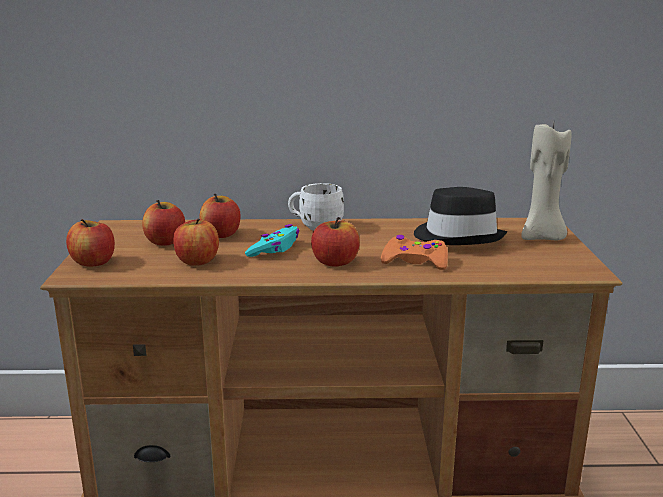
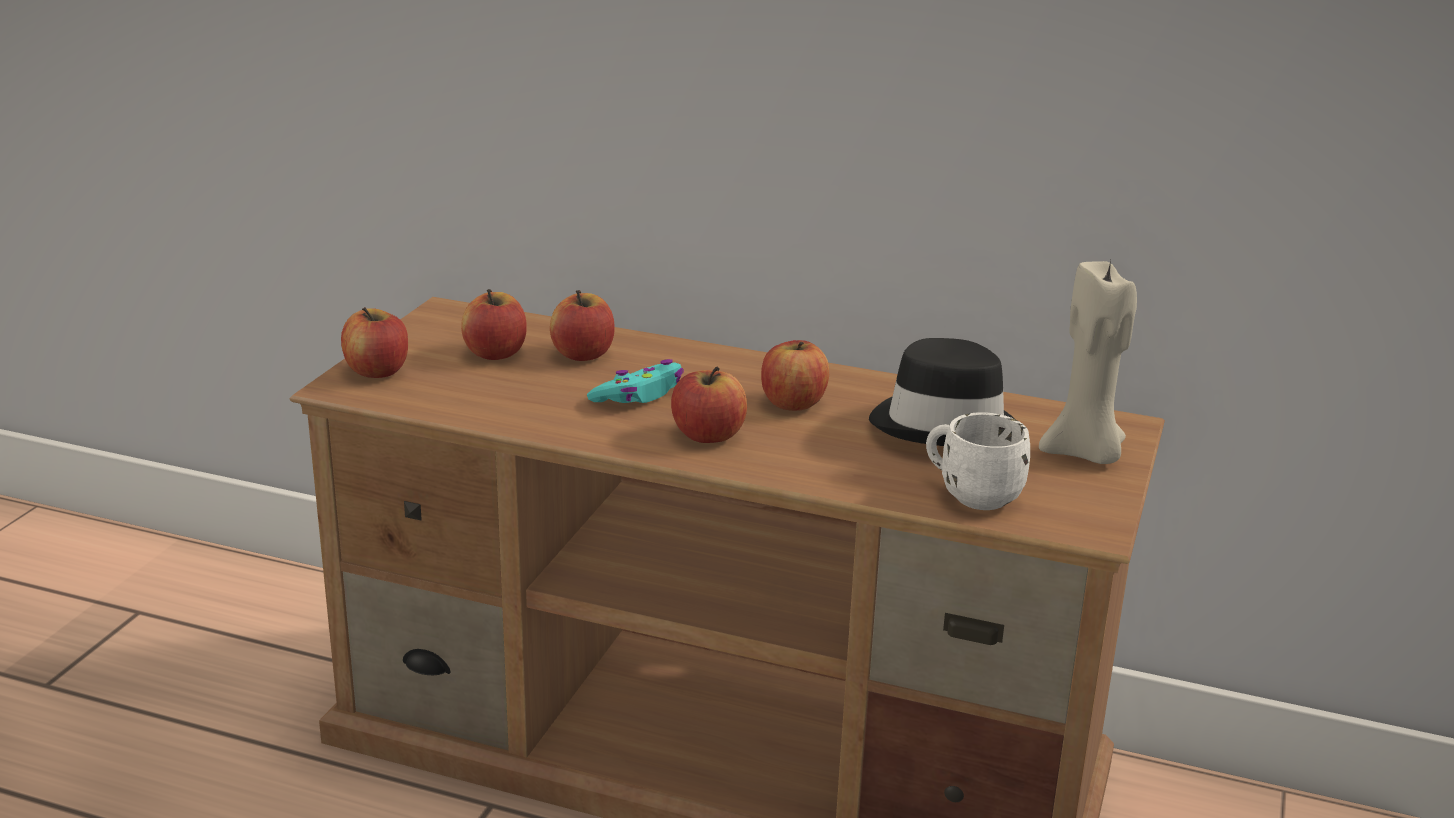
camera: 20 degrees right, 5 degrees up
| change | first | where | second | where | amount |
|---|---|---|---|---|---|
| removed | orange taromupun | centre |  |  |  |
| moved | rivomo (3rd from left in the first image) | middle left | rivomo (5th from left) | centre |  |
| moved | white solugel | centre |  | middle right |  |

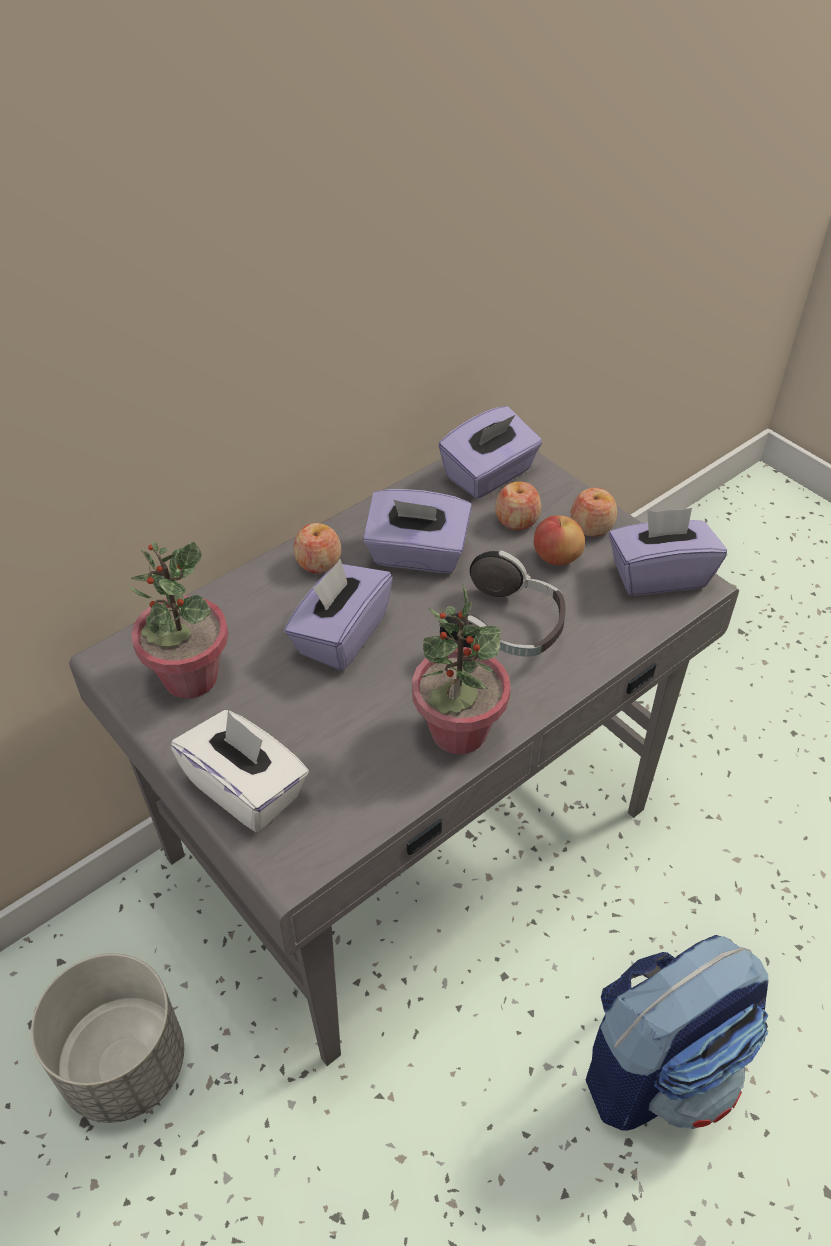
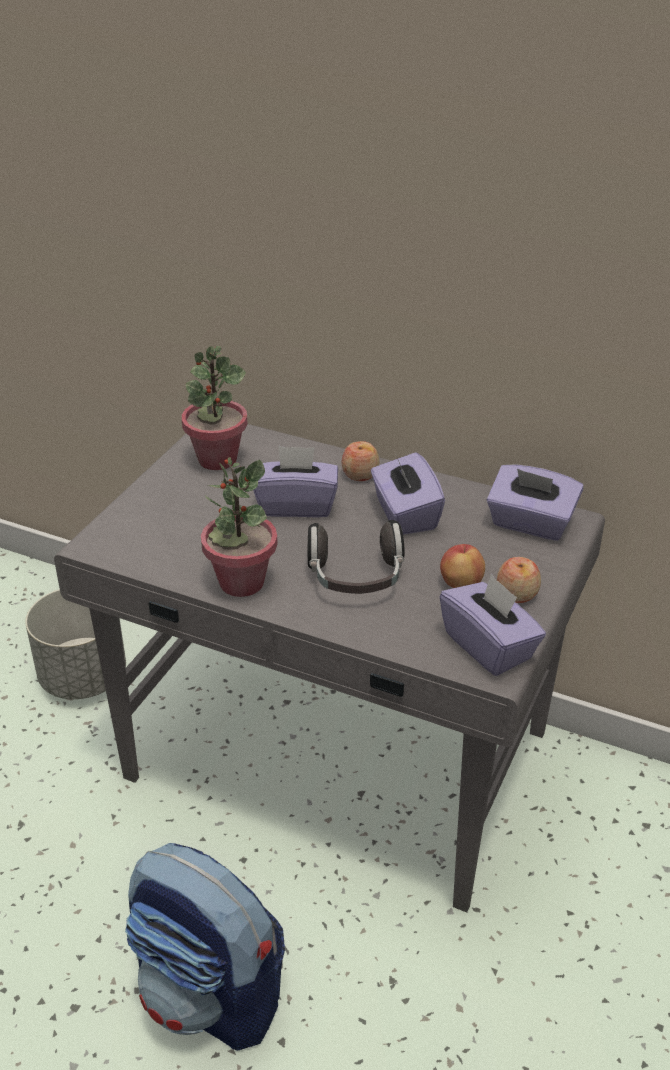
camera: 65 degrees right, 10 degrees down
| change | first | where | second | where | amount |
|---|---|---|---|---|---|
| removed | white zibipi | middle left |  |  |  |
| removed | rivomo (2nd from left) | centre |  |  |  |

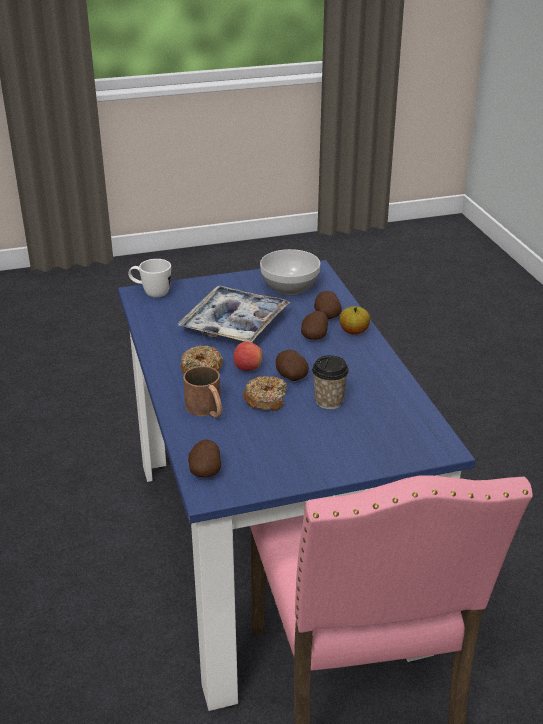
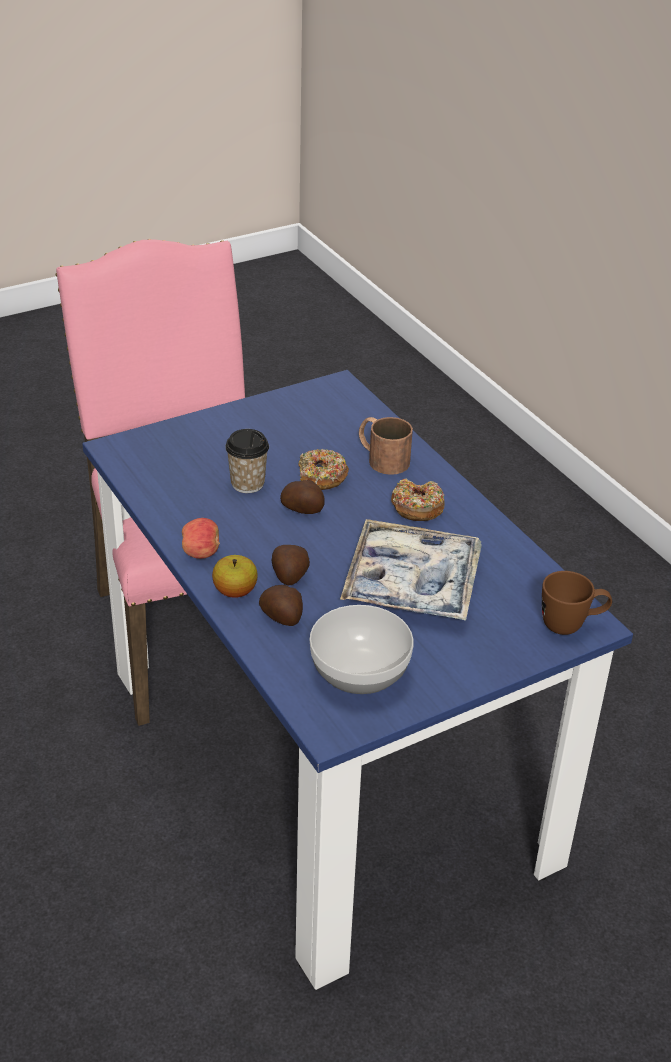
camera: 165 degrees right, 5 degrees up
| change | first | where | second | where | amount |
|---|---|---|---|---|---|
| removed | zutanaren (1st from left) | centre |  |  |  |
| moved | rivomo (1st from left) | centre |  | middle left |  |
| recoloured | white solugel | middle left | brown solugel (2nd from left) | middle right |  |

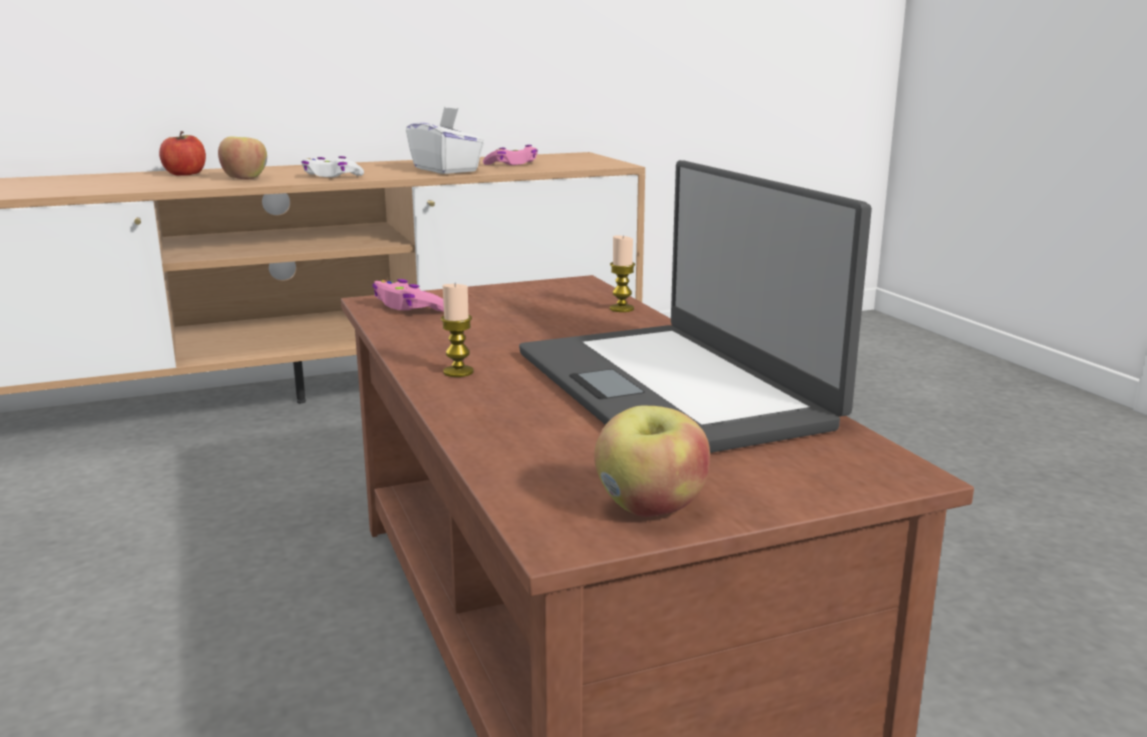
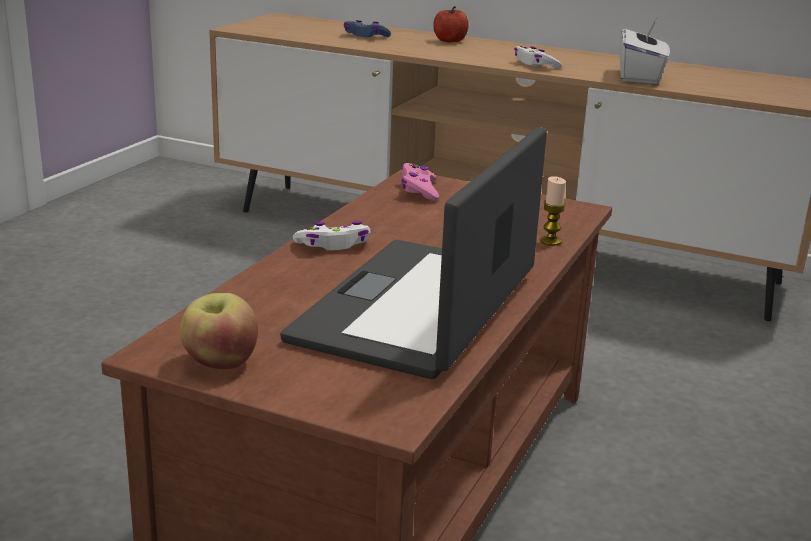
camera: 45 degrees right, 5 degrees up
| change | first | where | second | where | amount |
|---|---|---|---|---|---|
| removed | rivomo (2nd from left) | top left |  |  |  |
| removed | pink taromupun (2nd from left) | top centre |  |  |  |
| added |  |  | blue taromupun | top centre |  |
| replaced | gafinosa (1st from left) | centre | white taromupun (1st from left) | centre |  |

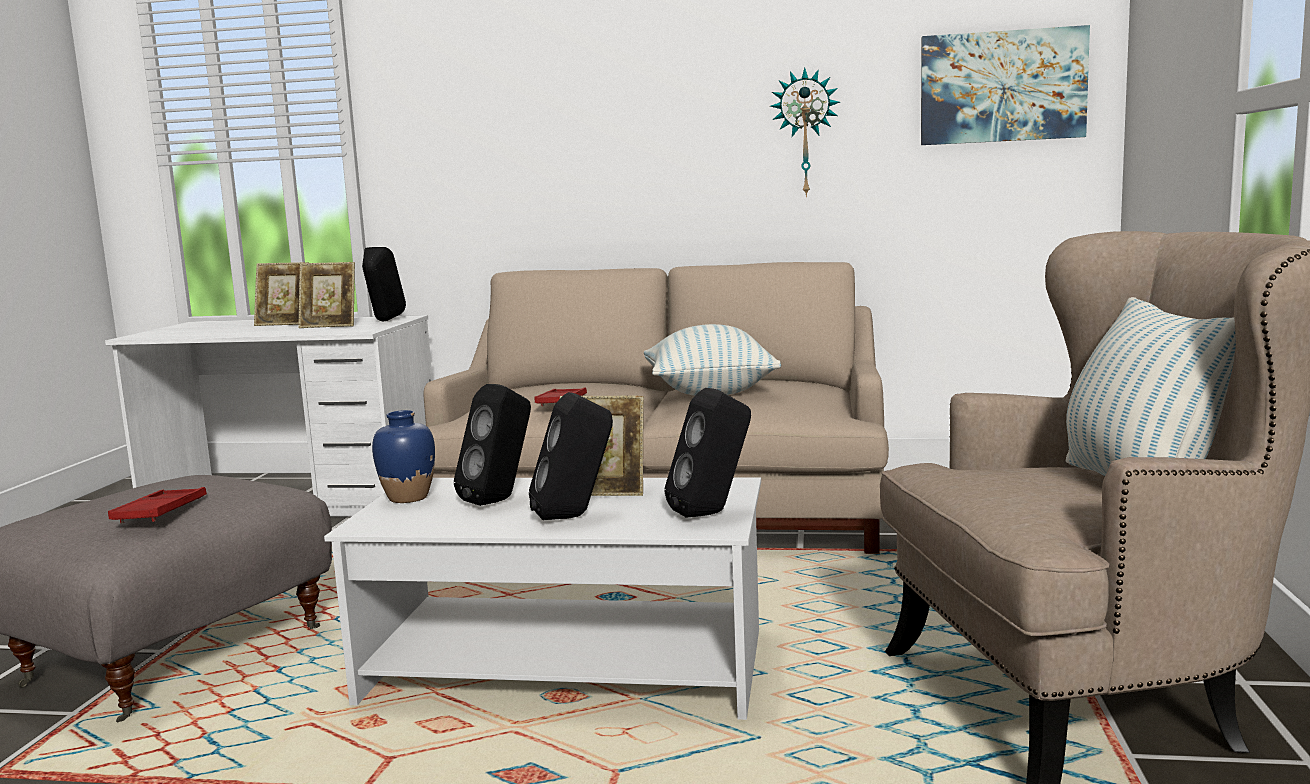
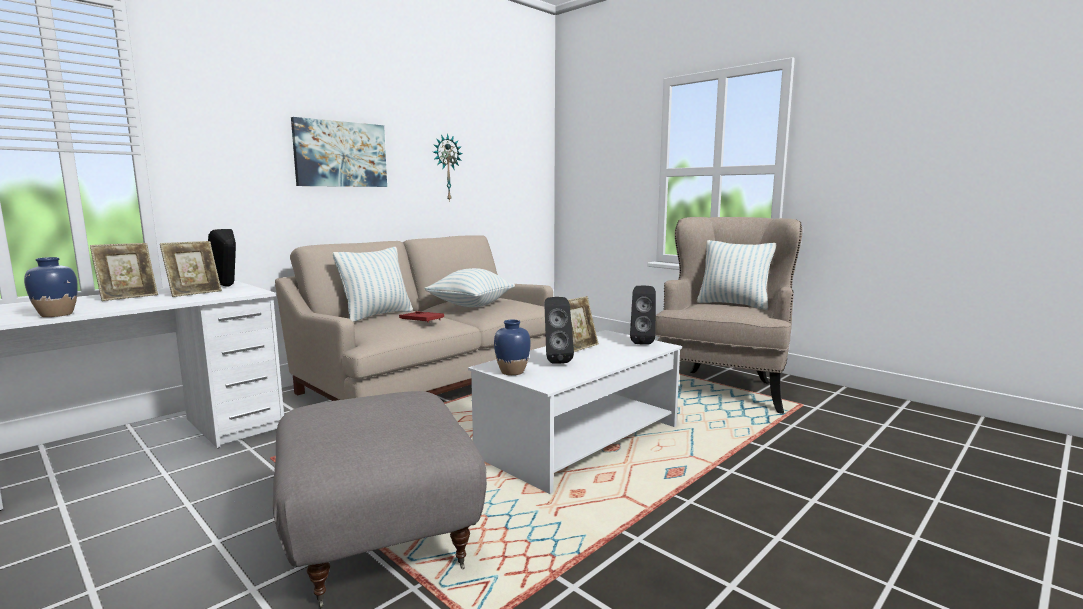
camera: 55 degrees left, 0 degrees up
| change | first | where | second | where | amount |
|---|---|---|---|---|---|
| removed | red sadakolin (1st from left) | middle left |  |  |  |
| removed | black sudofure (3rd from left) | centre |  |  |  |
| added |  |  | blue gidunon (1st from left) | middle left |  |
| added |  |  | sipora (1st from left) | centre |  |
| moved | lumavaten | top right |  | top left |  |

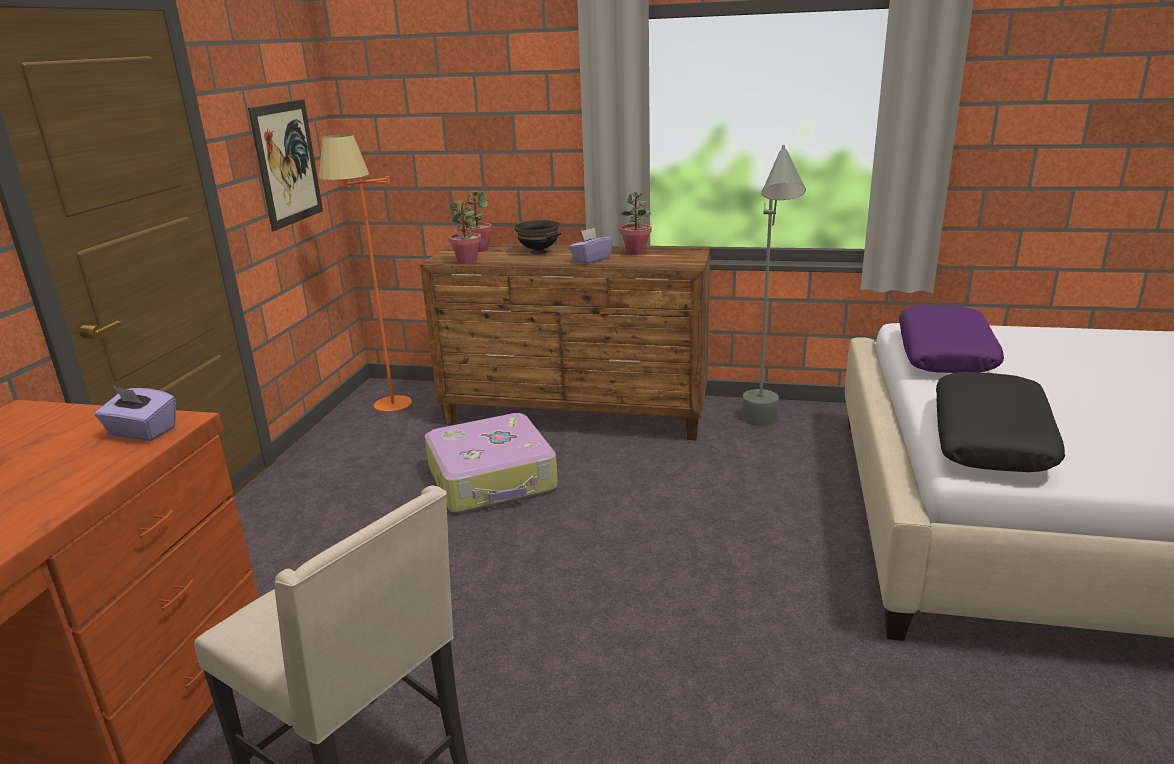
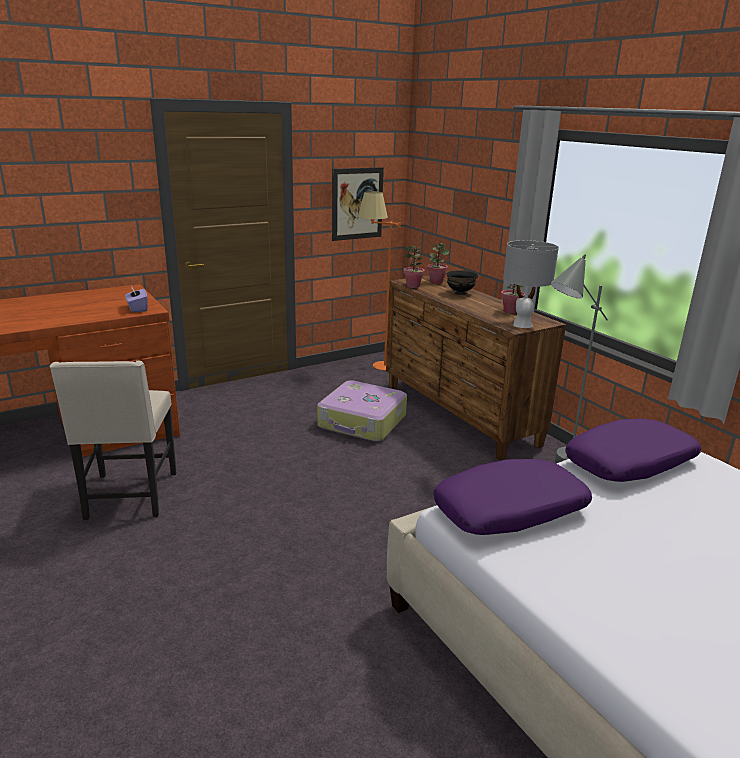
camera: 45 degrees right, 0 degrees up
| change | first | where | second | where | amount |
|---|---|---|---|---|---|
| removed | purple zibipi (2nd from left) | top centre |  |  |  |
| added |  |  | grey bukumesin | middle right |  |
| recoloured | black sipora | middle right | purple sipora (1st from left) | middle right |  |

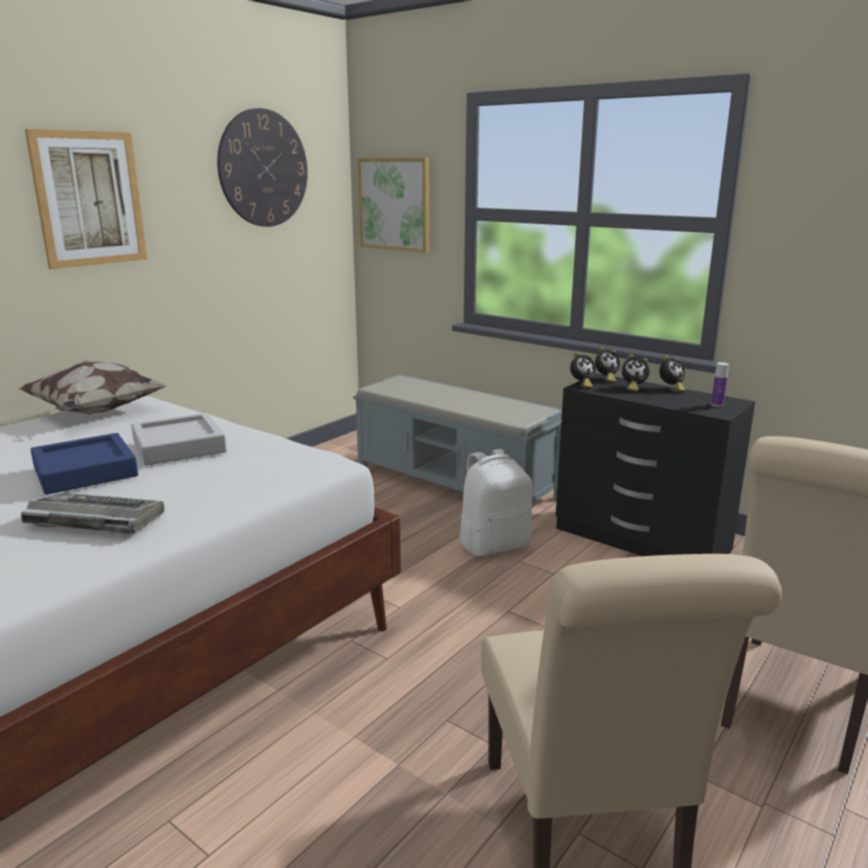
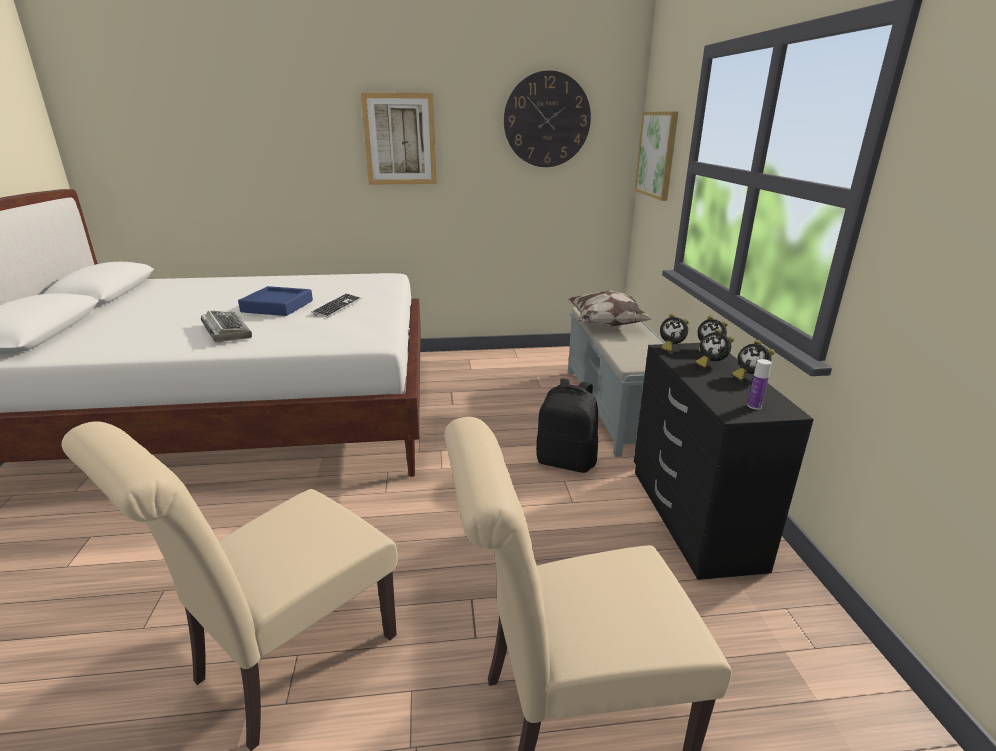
camera: 45 degrees right, 5 degrees up
| change | first | where | second | where | amount |
|---|---|---|---|---|---|
| moved | sipora | middle left |  | centre |  |
| replaced | grey sadakolin | middle left | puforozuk (2nd from left) | centre |  |
| recoloured | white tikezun | centre | black tikezun | centre |  |
| turned | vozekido (4th from left) | middle right |  | middle right | 45 degrees clockwise |

